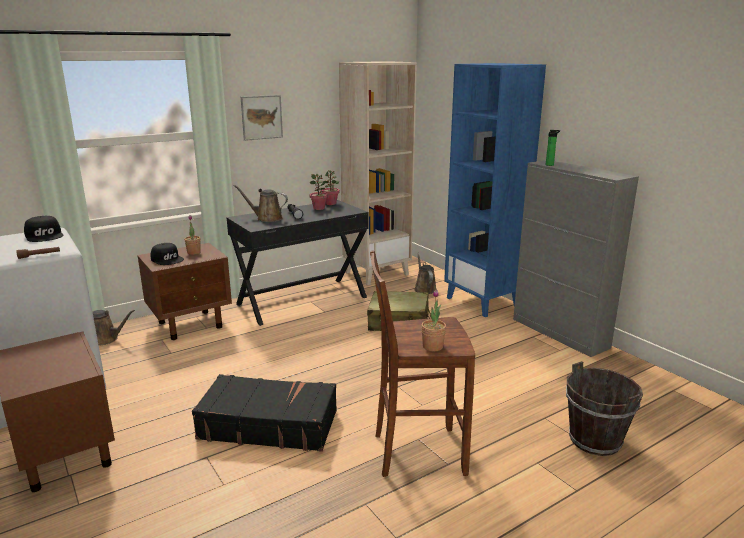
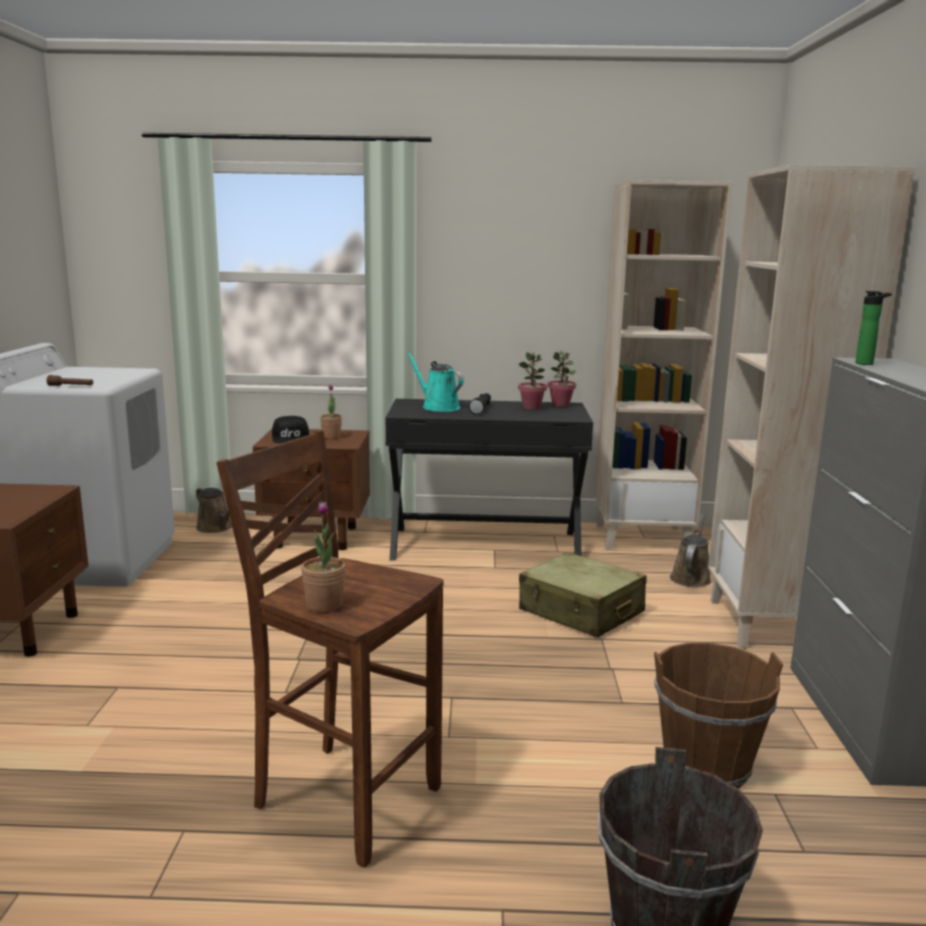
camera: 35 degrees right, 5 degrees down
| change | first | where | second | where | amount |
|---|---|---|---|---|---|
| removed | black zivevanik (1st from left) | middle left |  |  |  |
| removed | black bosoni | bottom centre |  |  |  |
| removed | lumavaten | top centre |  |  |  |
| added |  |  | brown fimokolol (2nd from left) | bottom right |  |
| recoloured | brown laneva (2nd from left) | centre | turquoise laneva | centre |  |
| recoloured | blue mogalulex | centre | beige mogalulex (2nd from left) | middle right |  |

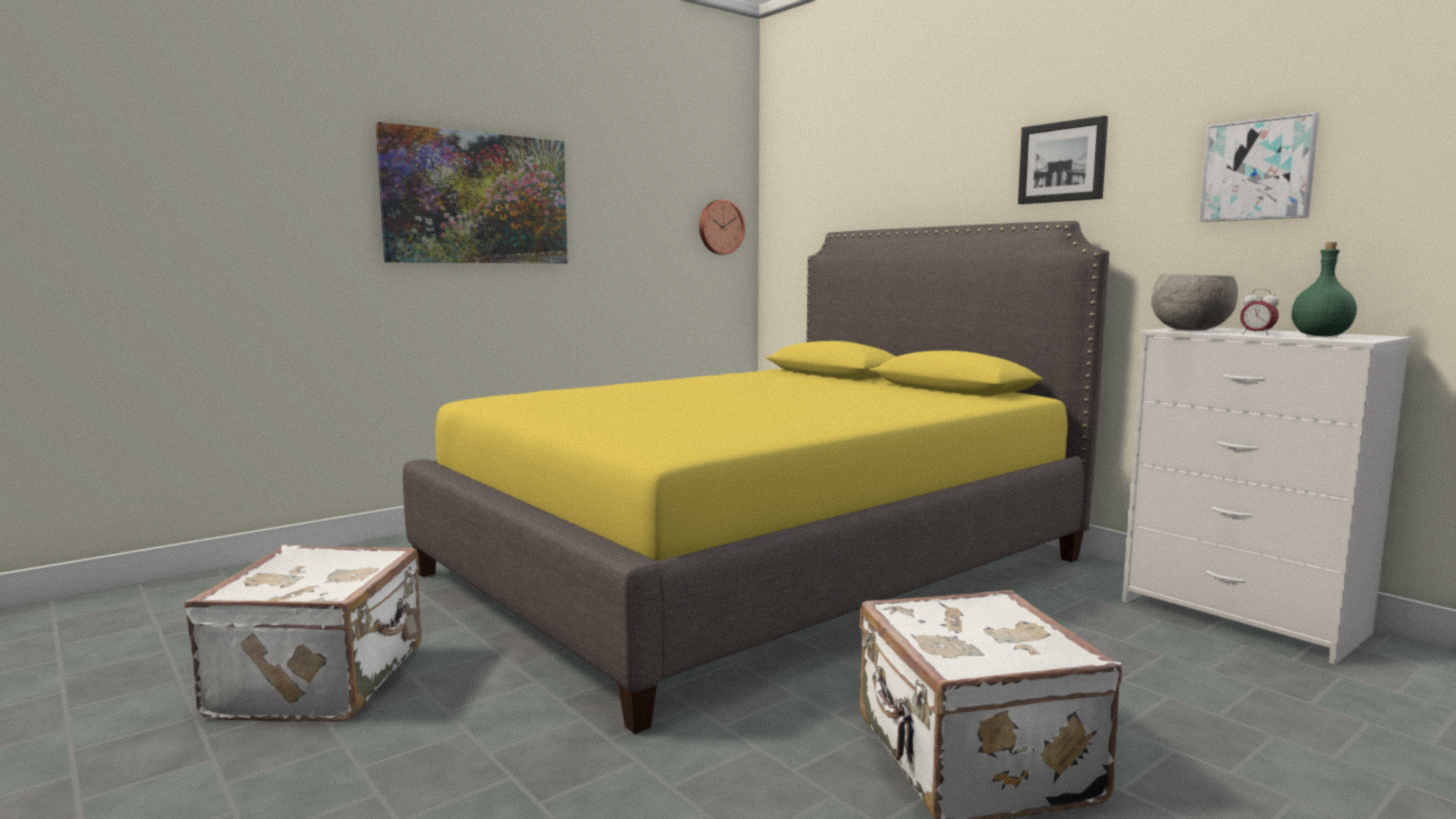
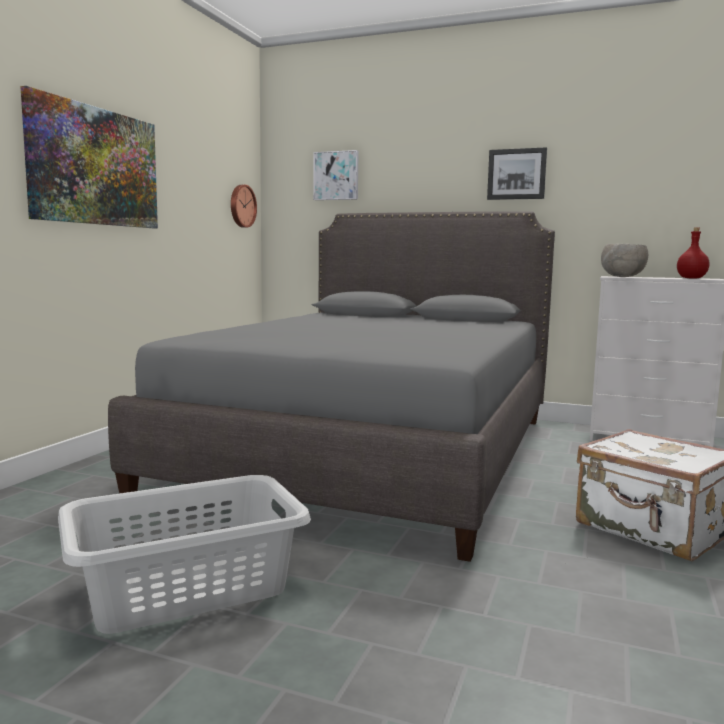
camera: 30 degrees left, 0 degrees up
| change | first | where | second | where | amount |
|---|---|---|---|---|---|
| removed | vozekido | middle right |  |  |  |
| moved | lumavaten (3rd from left in the first image) | top right | lumavaten (2nd from left) | top centre |  |
| replaced | white bosoni (1st from left) | bottom left | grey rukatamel | bottom left |  |
| recoloured | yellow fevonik | centre | grey fevonik | centre |  |
| recoloured | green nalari | middle right | red nalari | middle right |  |

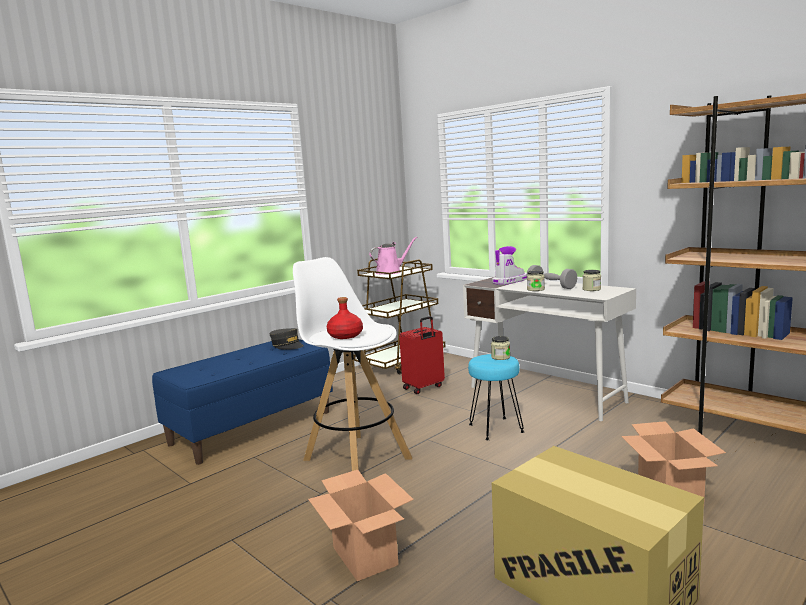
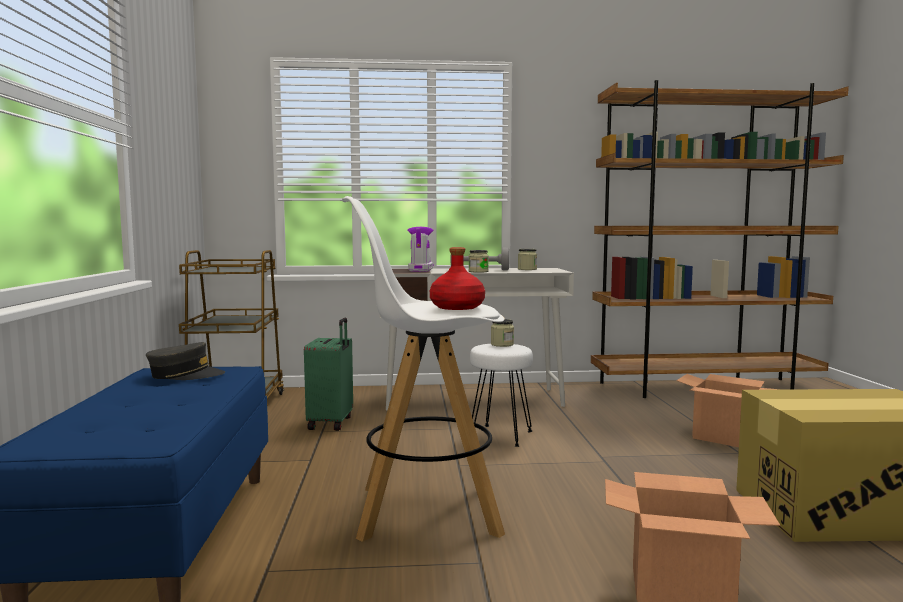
camera: 50 degrees left, 5 degrees down
| change | first | where | second | where | amount |
|---|---|---|---|---|---|
| removed | pink laneva | centre |  |  |  |
| recoloured | red bosoni | centre | green bosoni | centre |  |
| recoloured | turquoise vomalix | centre | white vomalix (2nd from left) | centre |  |

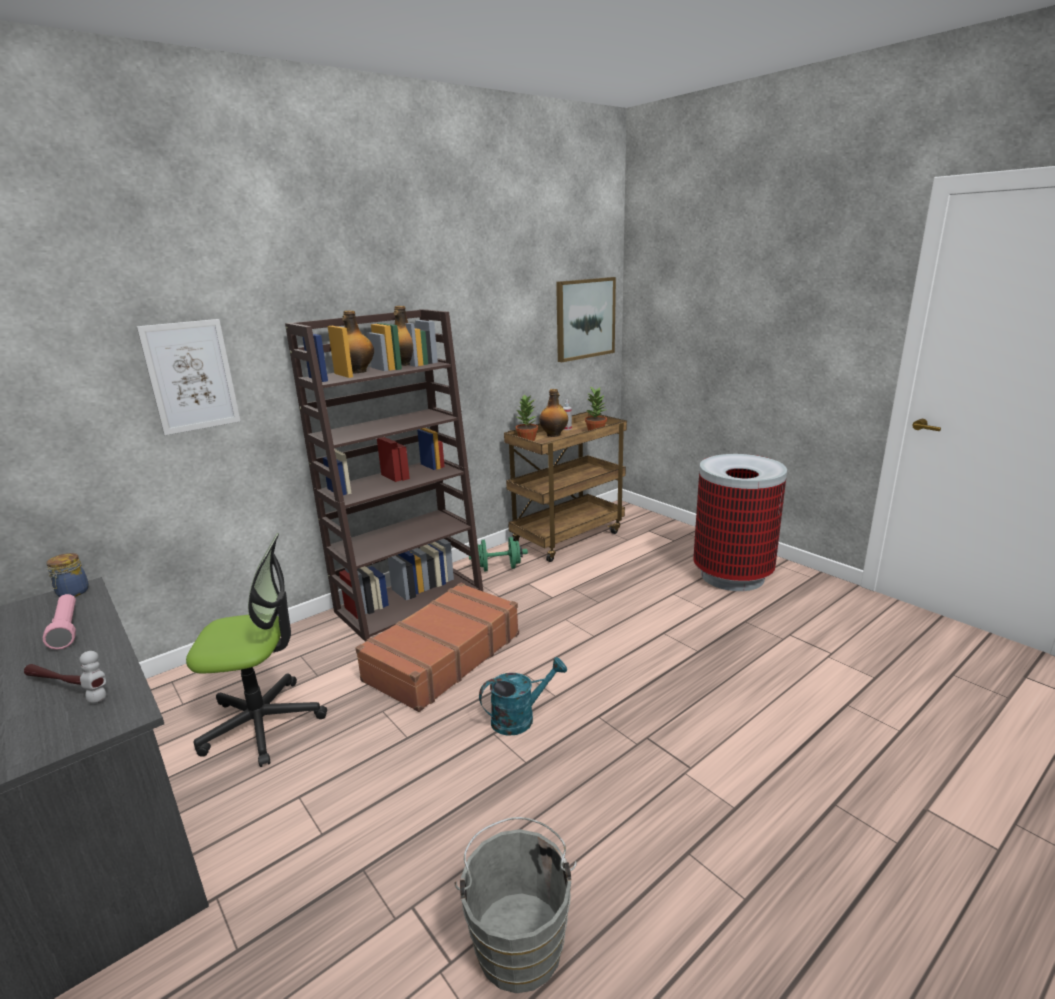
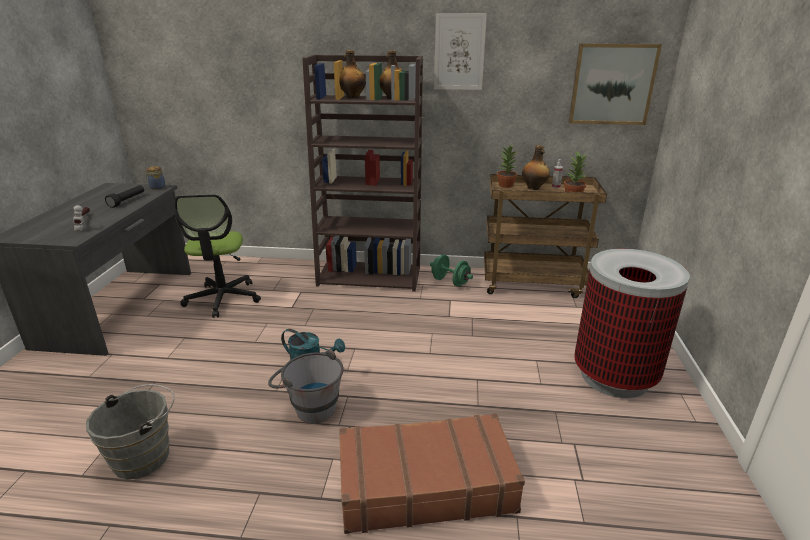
camera: 45 degrees right, 5 degrees up
| change | first | where | second | where | amount |
|---|---|---|---|---|---|
| added |  |  | grey fimokolol (2nd from left) | bottom centre |  |
| moved | lumavaten (1st from left) | middle left |  | top centre |  |
| moved | brown bosoni | centre |  | bottom centre |  |
| recoloured | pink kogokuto | middle left | black kogokuto | middle left |  |
| turned | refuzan | middle left |  | middle left | 45 degrees clockwise |

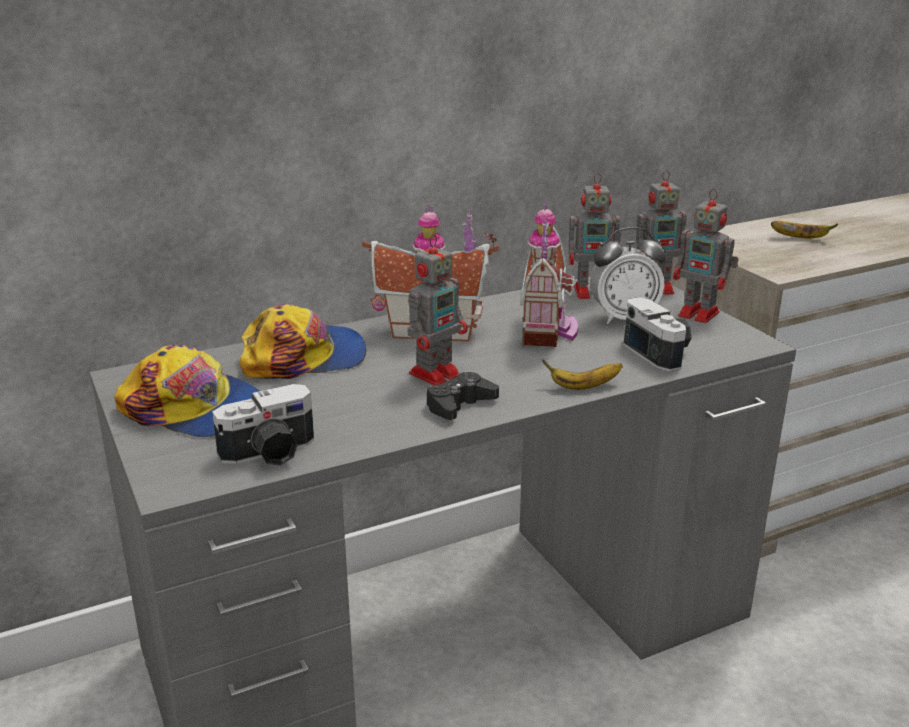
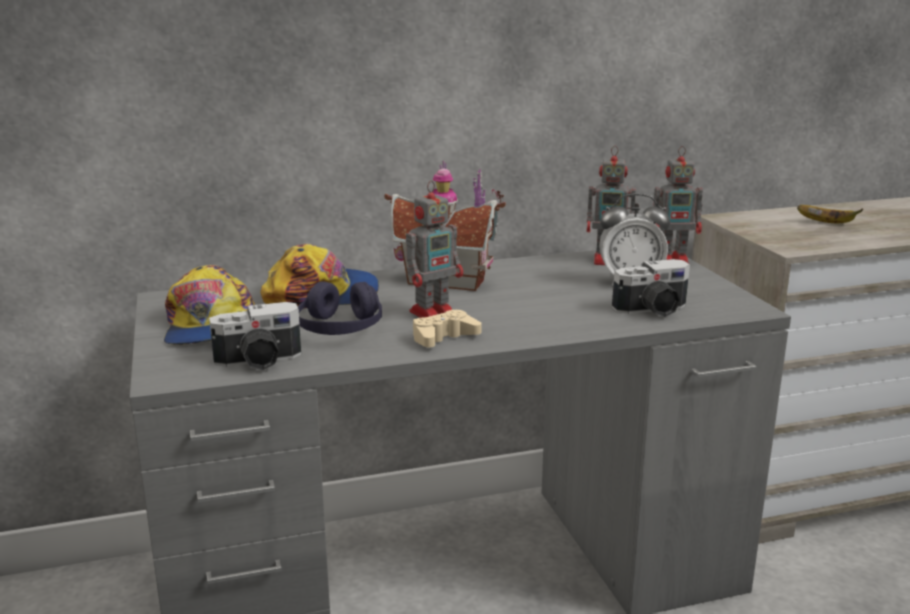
camera: 10 degrees right, 5 degrees down
| change | first | where | second | where | amount |
|---|---|---|---|---|---|
| removed | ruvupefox (2nd from left) | centre |  |  |  |
| removed | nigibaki (1st from left) | centre |  |  |  |
| removed | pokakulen (4th from left) | middle right |  |  |  |
| added |  |  | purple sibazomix | centre |  |
| recoloured | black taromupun | centre | beige taromupun | centre |  |
| turned | zivevanik (1st from left) | middle left |  | middle left | 45 degrees clockwise |
| turned | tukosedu (2nd from left) | middle right |  | middle right | 90 degrees clockwise |

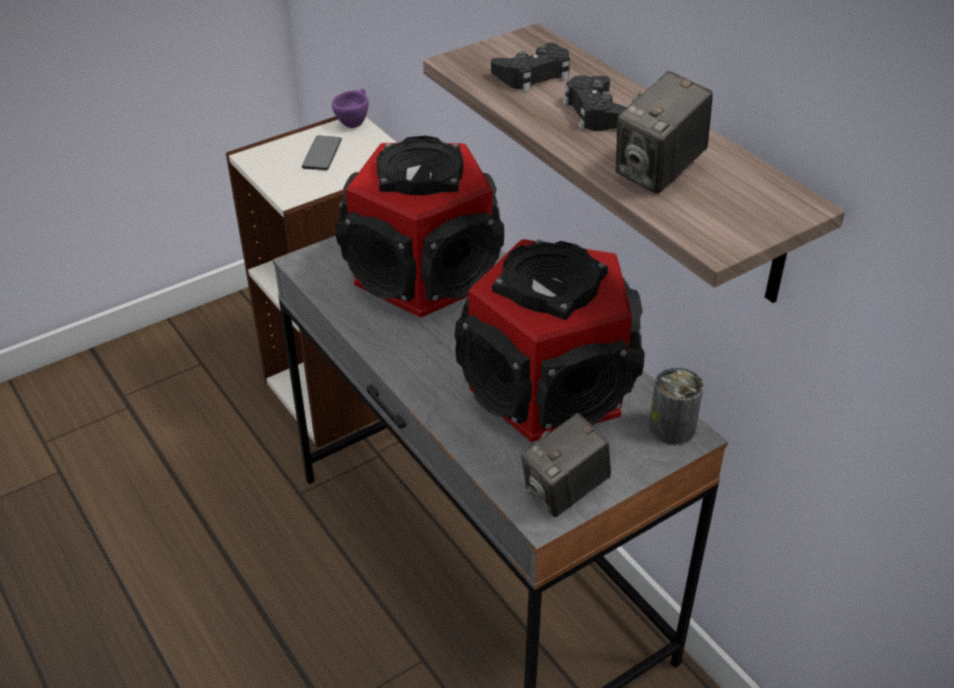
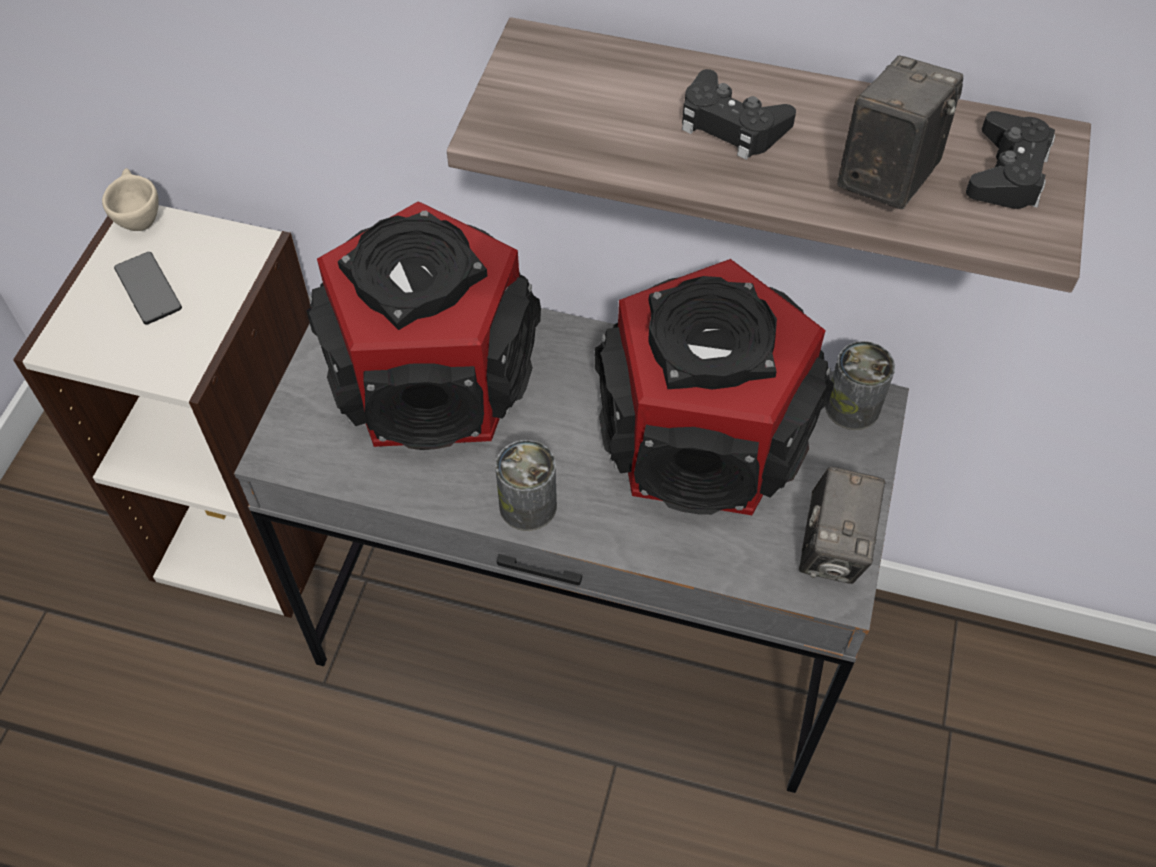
camera: 40 degrees left, 15 degrees up
| change | first | where | second | where | amount |
|---|---|---|---|---|---|
| added |  |  | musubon (1st from left) | centre |  |
| moved | black taromupun (1st from left in the first image) | top centre | black taromupun (2nd from left) | top right |  |
| recoloured | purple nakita | top centre | beige nakita | top left |  |
| turned | tukosedu (2nd from left) | top right |  | top right | 150 degrees counterclockwise |

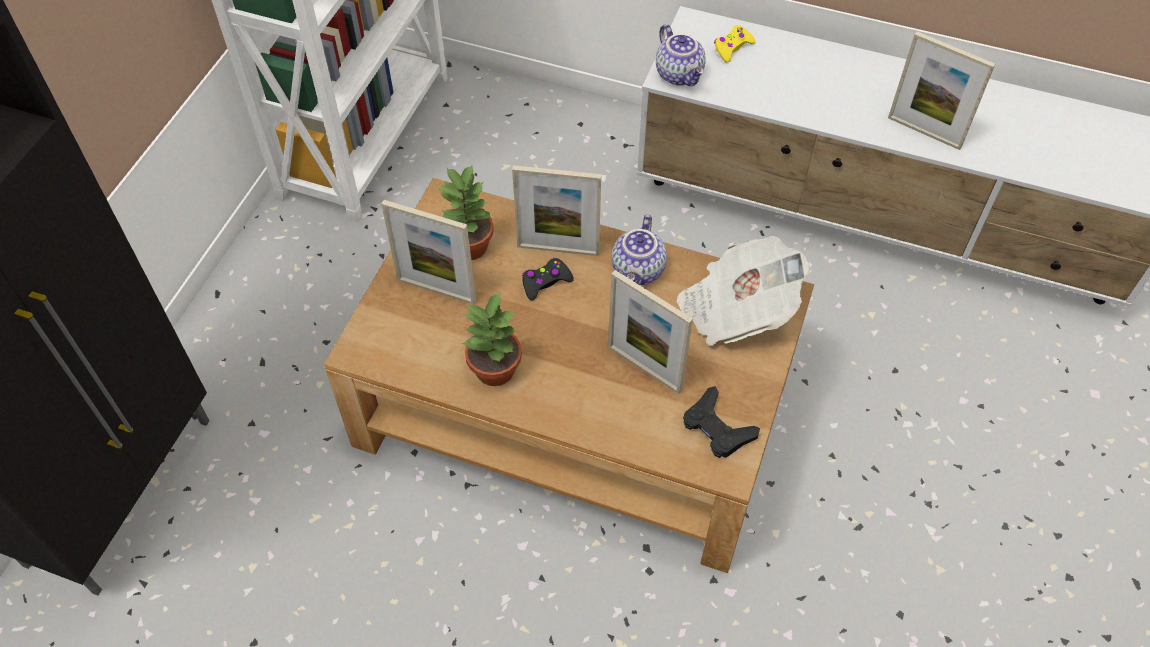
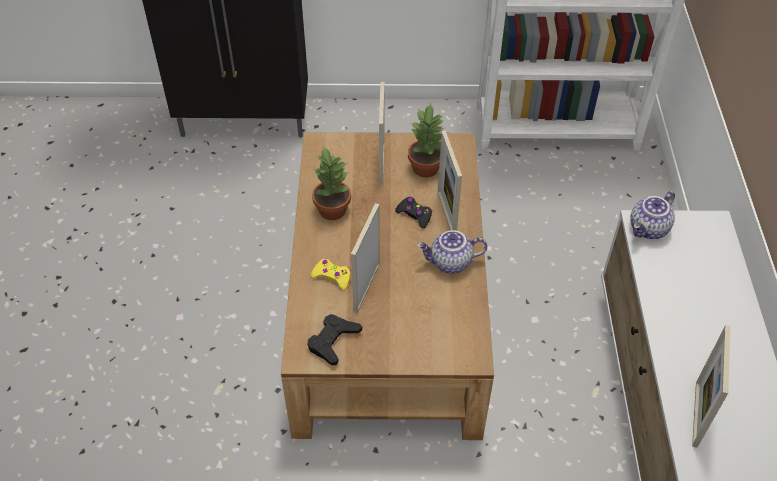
camera: 70 degrees right, 5 degrees down
| change | first | where | second | where | amount |
|---|---|---|---|---|---|
| removed | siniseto | centre |  |  |  |
| moved | yellow taromupun | top centre |  | centre |  |

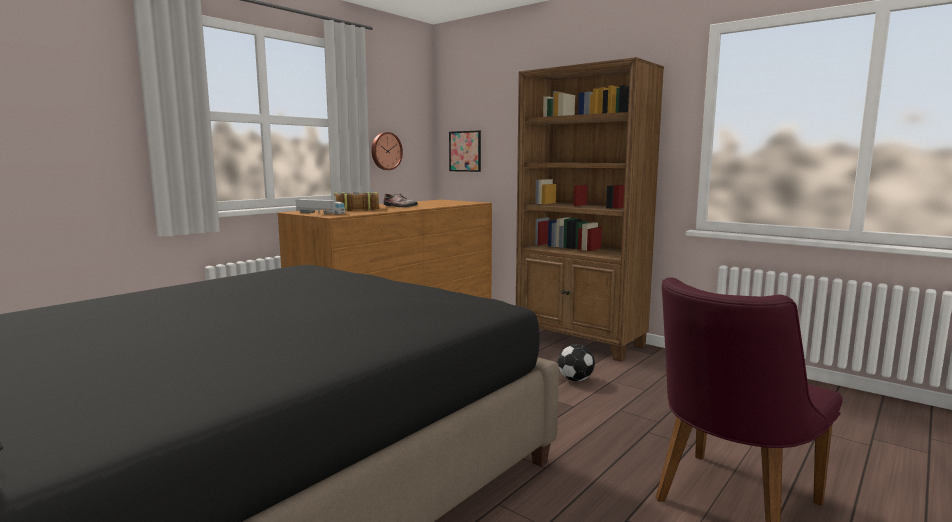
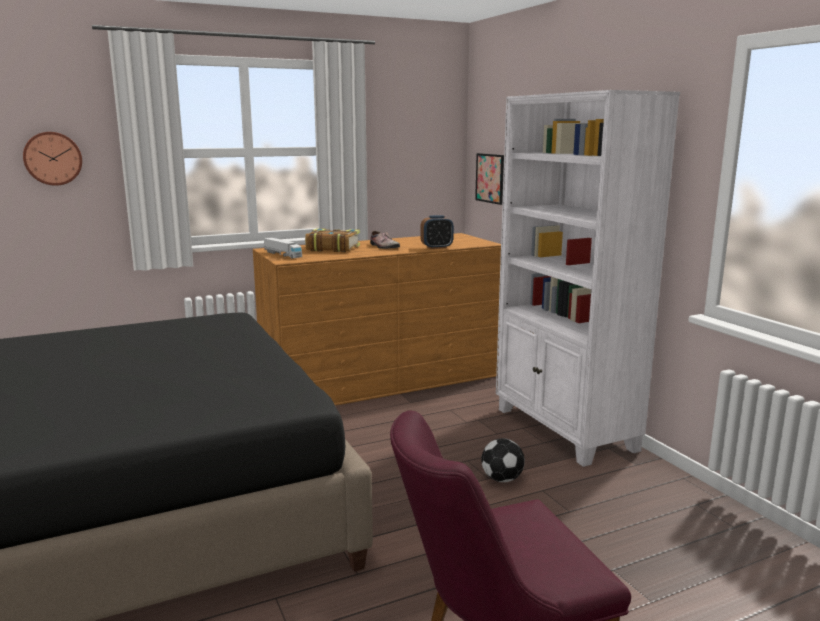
camera: 25 degrees right, 5 degrees up
| change | first | where | second | where | amount |
|---|---|---|---|---|---|
| added |  |  | vozekido | centre |  |
| moved | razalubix | top centre |  | top left |  |
| recoloured | brown mogalulex | centre | white mogalulex | middle right |  |

